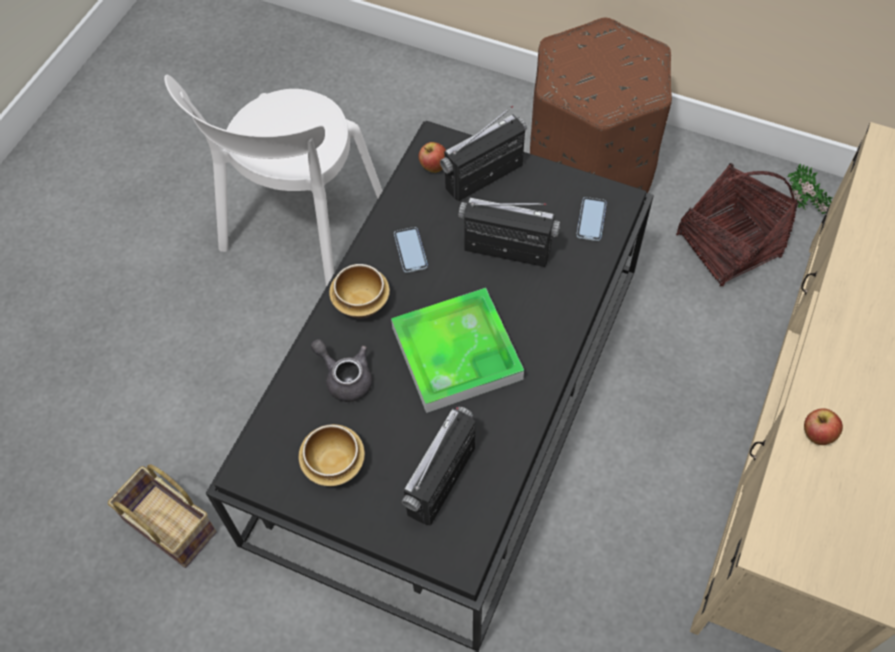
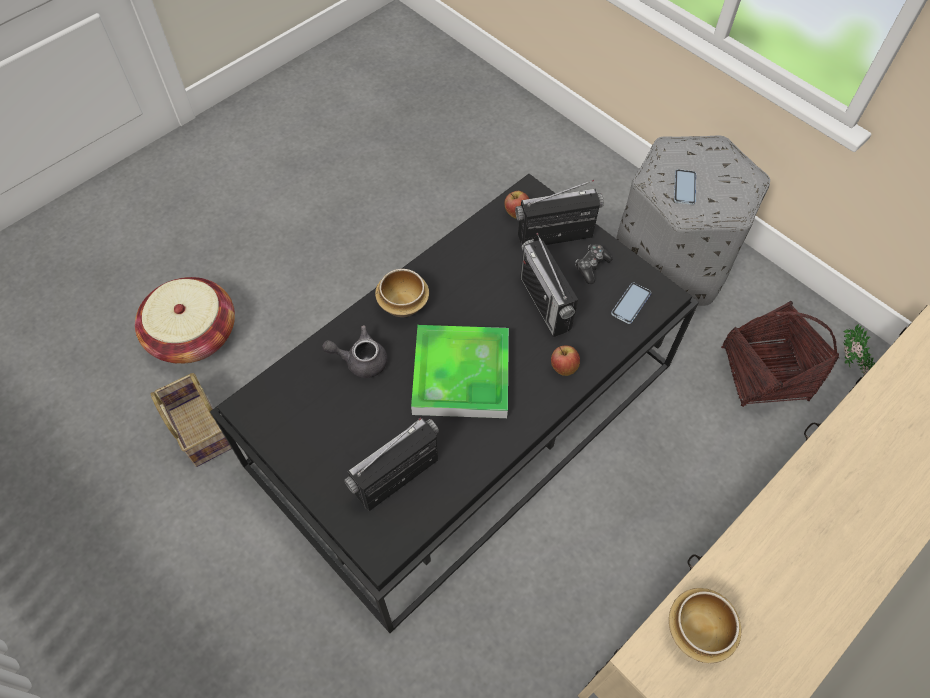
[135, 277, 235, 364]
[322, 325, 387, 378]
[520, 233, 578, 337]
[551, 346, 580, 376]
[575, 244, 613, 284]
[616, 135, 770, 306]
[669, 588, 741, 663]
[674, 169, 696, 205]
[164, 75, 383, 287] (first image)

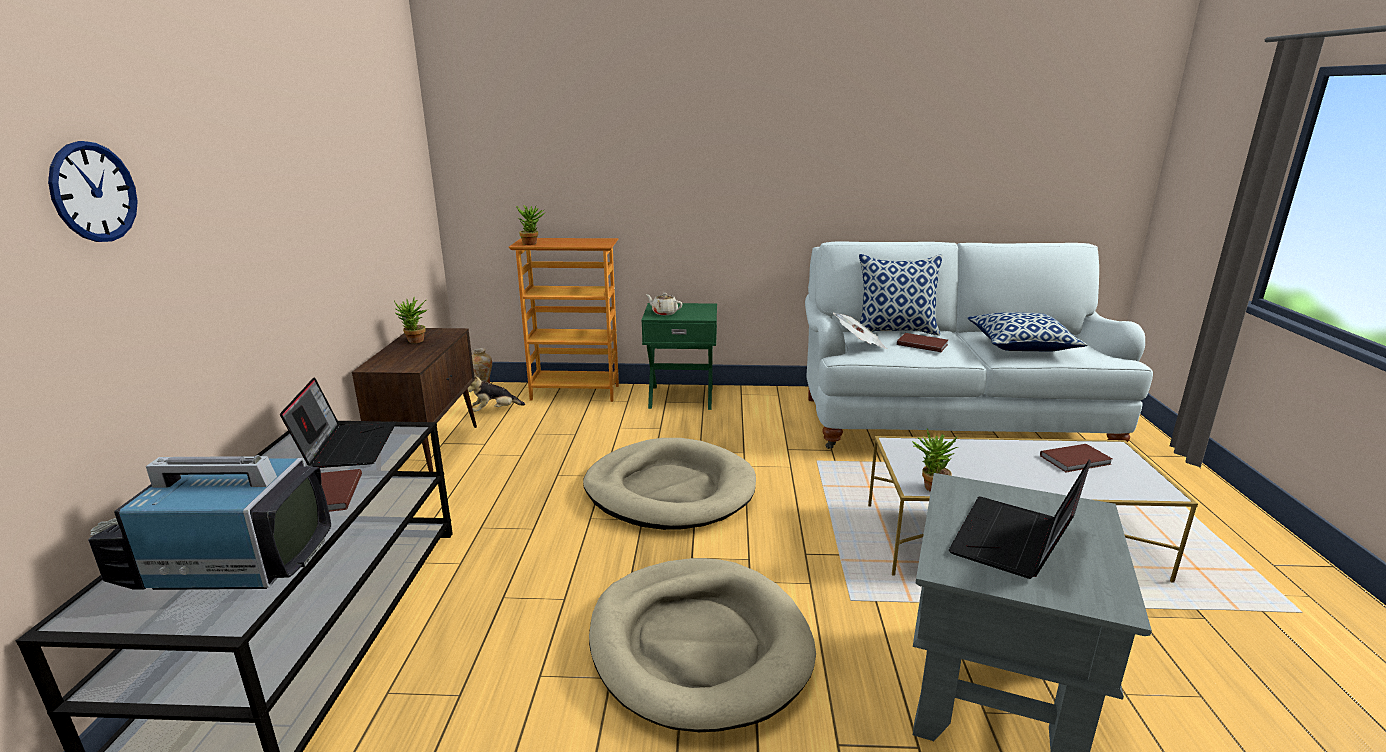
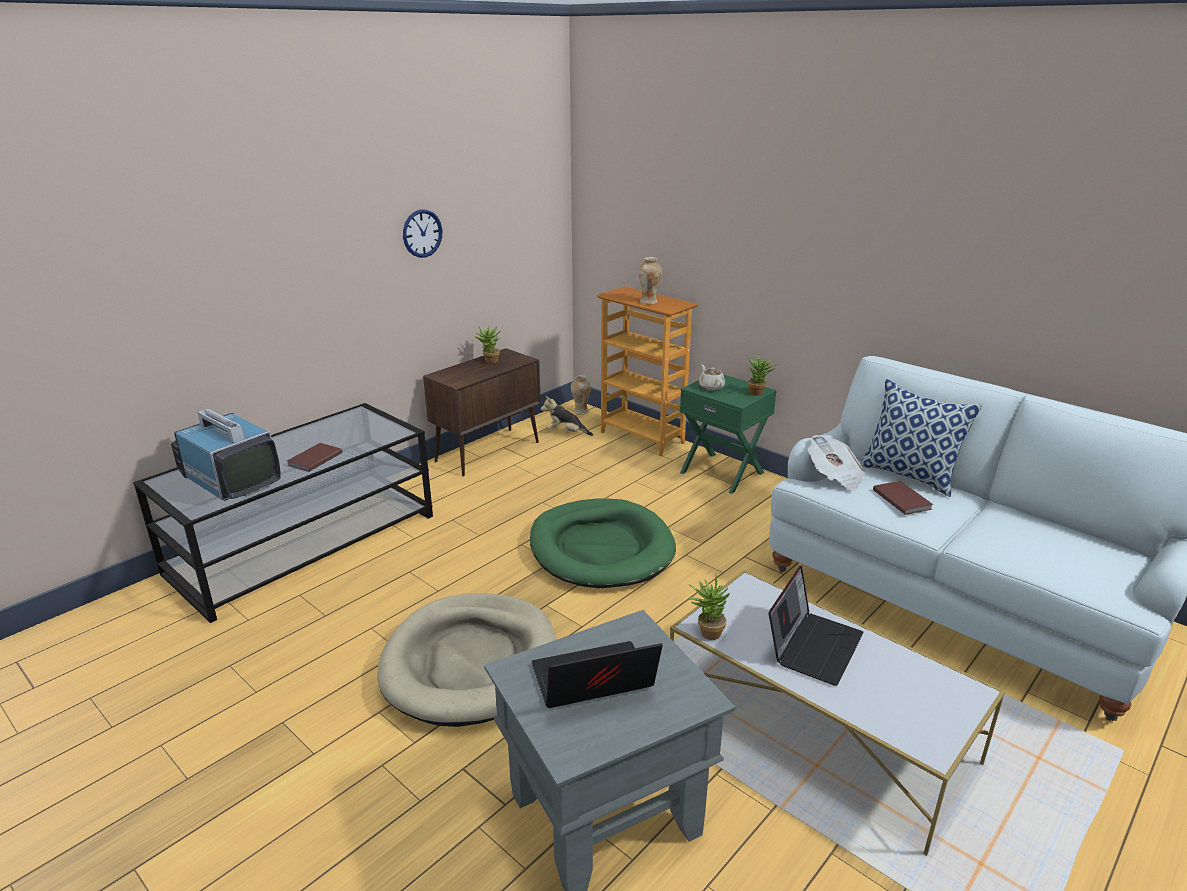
[403, 209, 442, 258]
[530, 498, 676, 588]
[639, 257, 662, 304]
[748, 355, 777, 396]
[769, 565, 864, 686]
[967, 312, 1087, 352] (first image)
[1040, 444, 1113, 472] (first image)

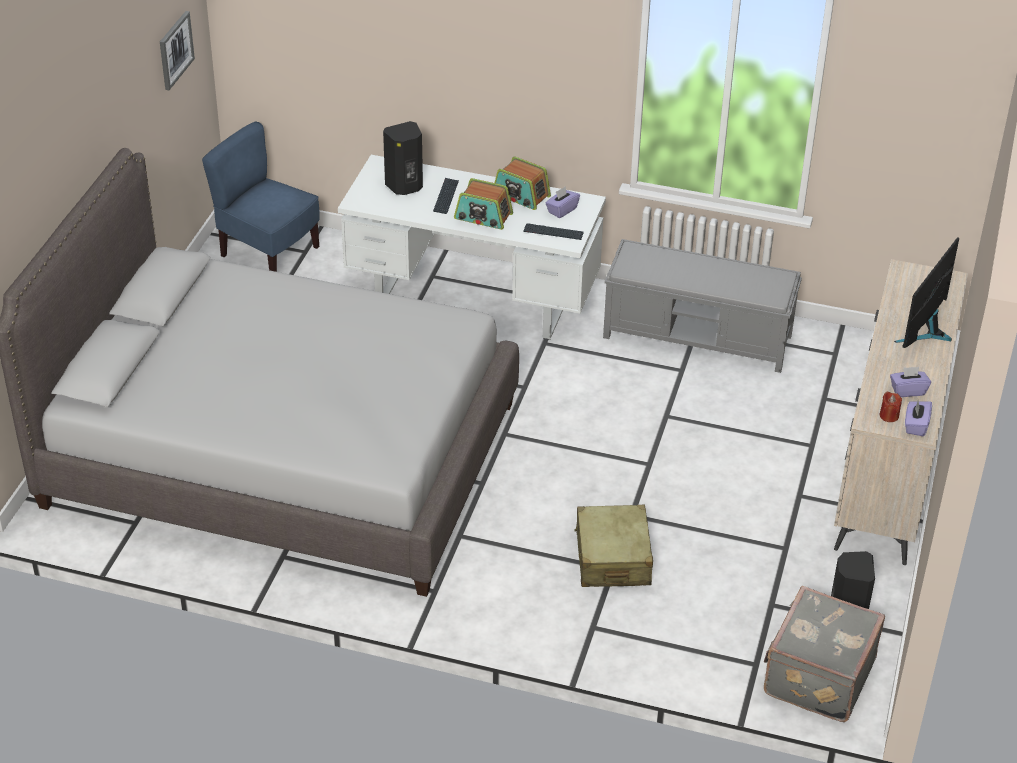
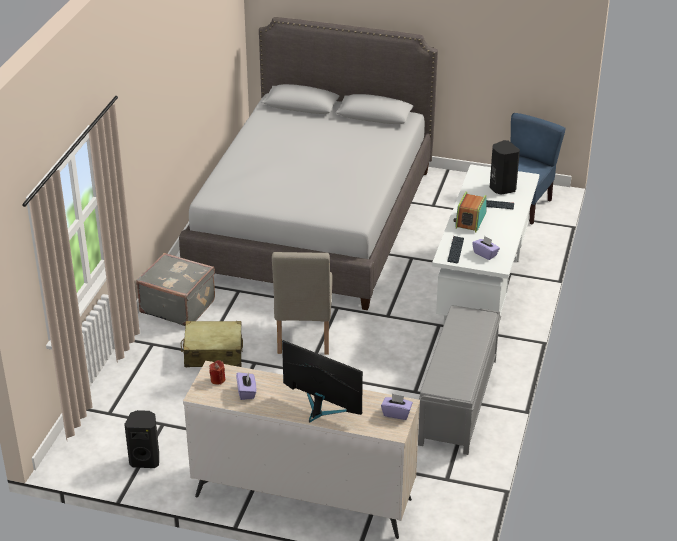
[136, 253, 215, 326]
[272, 252, 333, 355]
[381, 394, 413, 420]
[160, 11, 195, 90] (first image)
[495, 156, 551, 210] (first image)

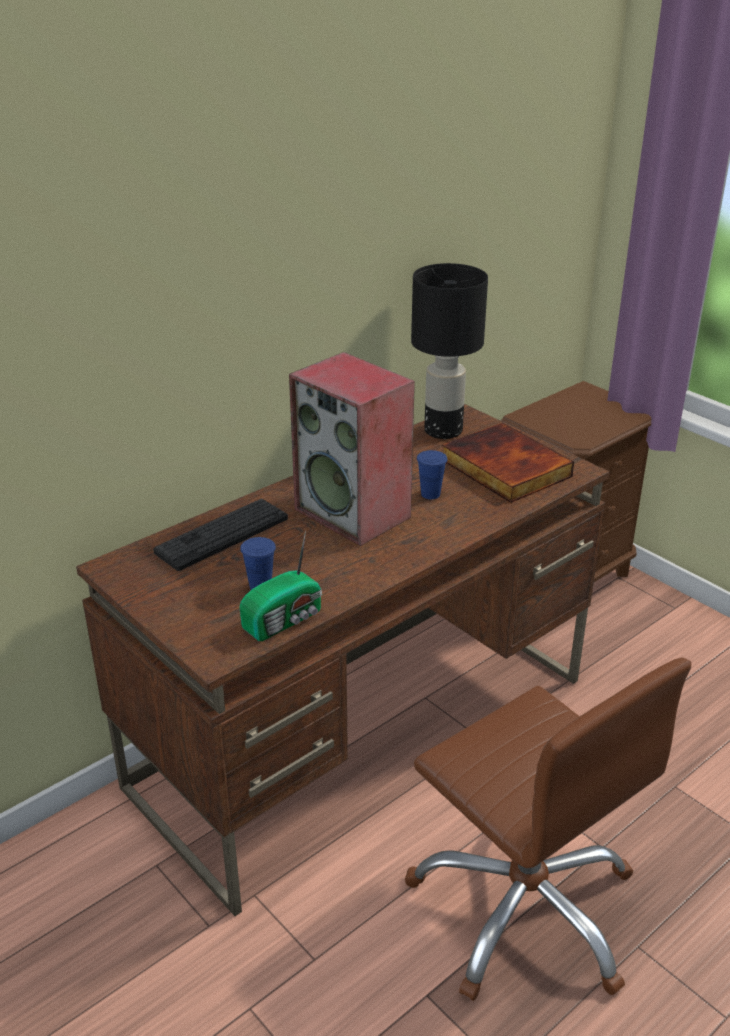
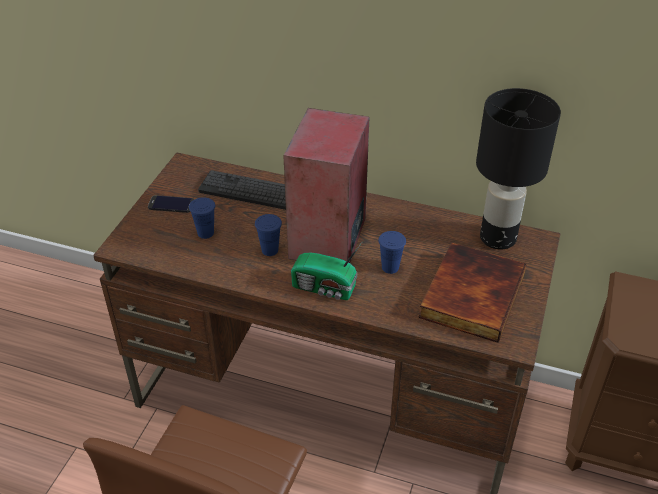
[148, 195, 194, 213]
[255, 214, 282, 256]
[291, 243, 362, 300]

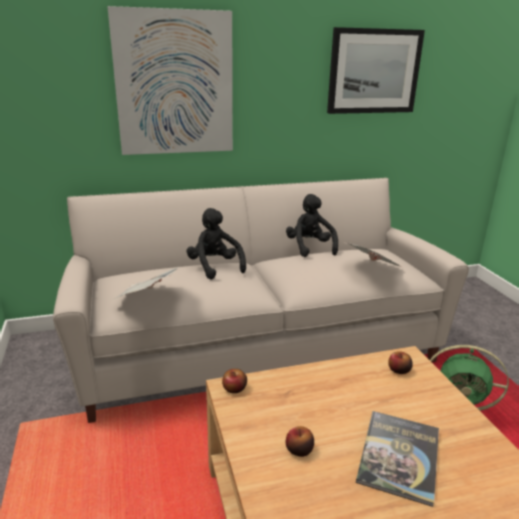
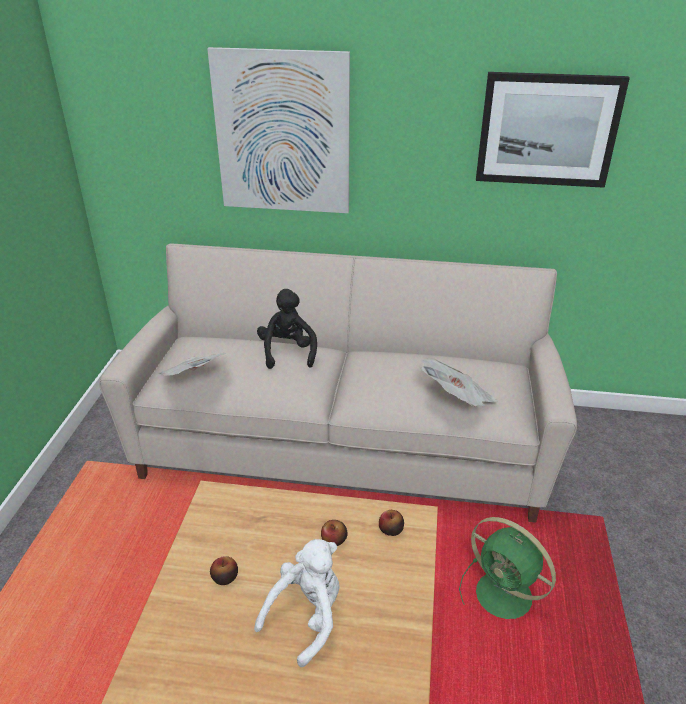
[254, 539, 340, 667]
[321, 520, 348, 546]
[286, 194, 338, 257] (first image)

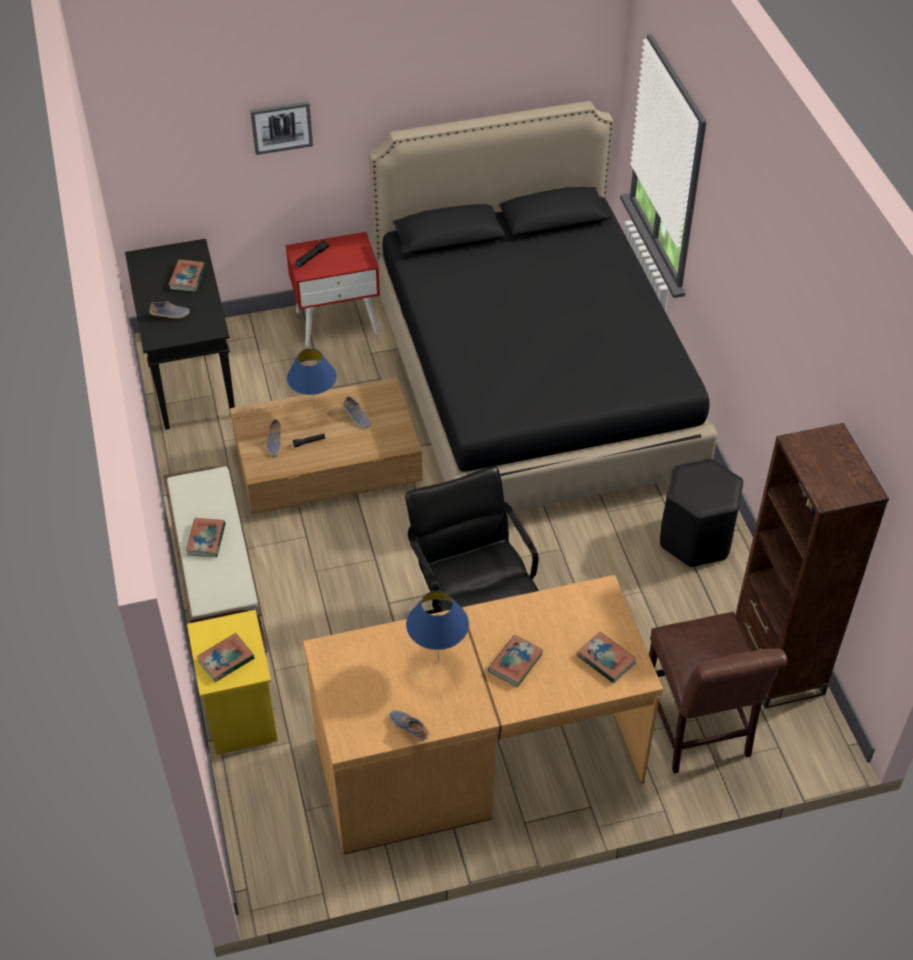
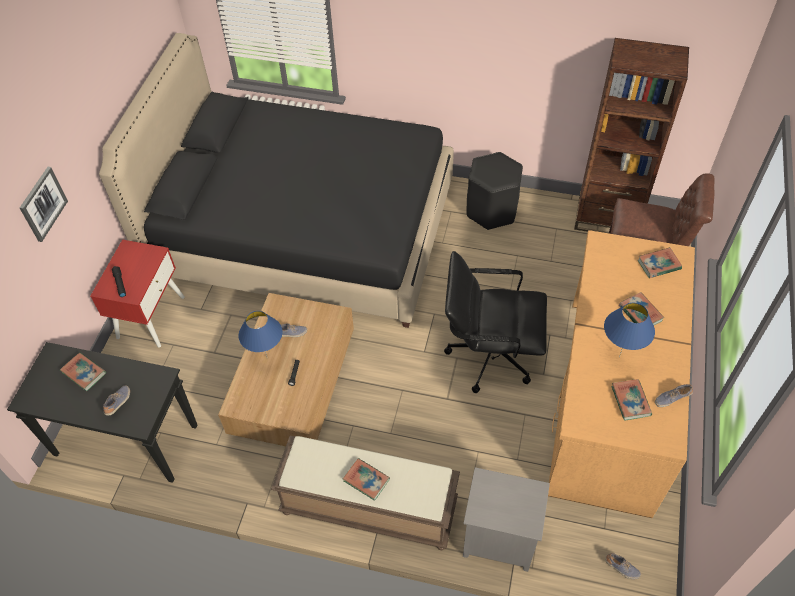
[463, 467, 550, 572]
[605, 553, 641, 579]
[611, 379, 652, 421]

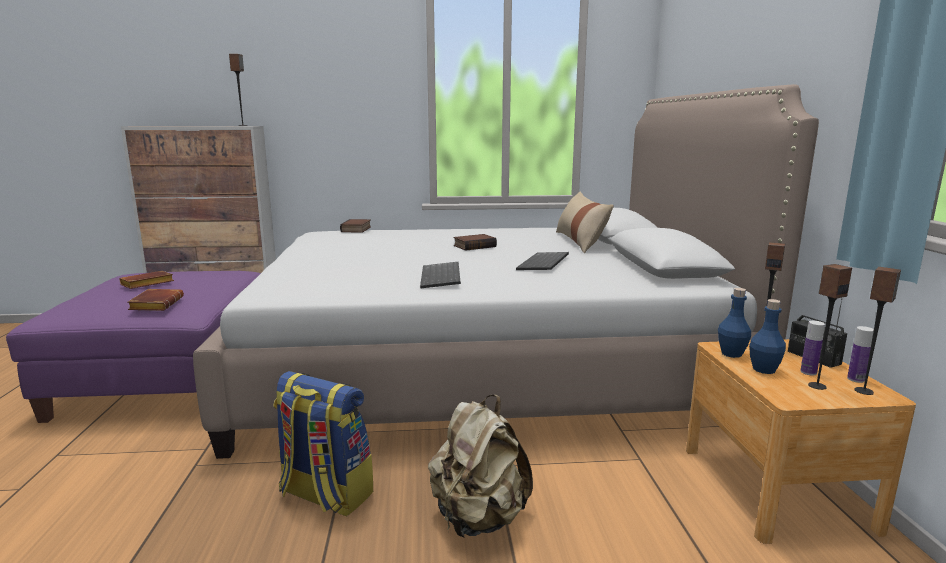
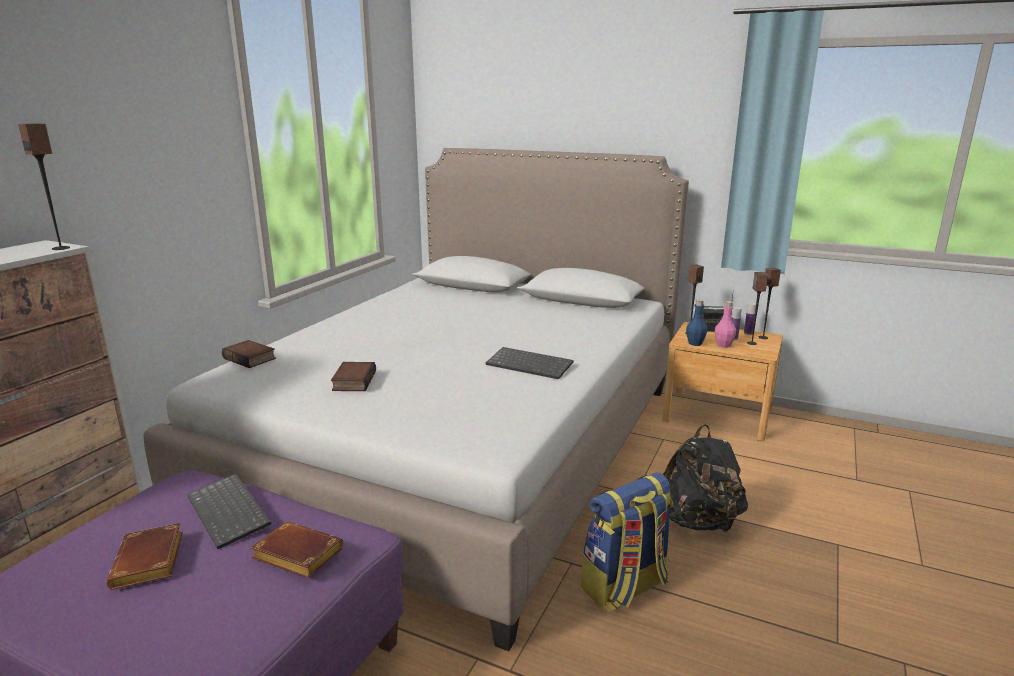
[187, 474, 271, 549]
[331, 362, 376, 391]
[663, 425, 748, 532]
[715, 301, 736, 348]
[556, 192, 614, 253] (first image)

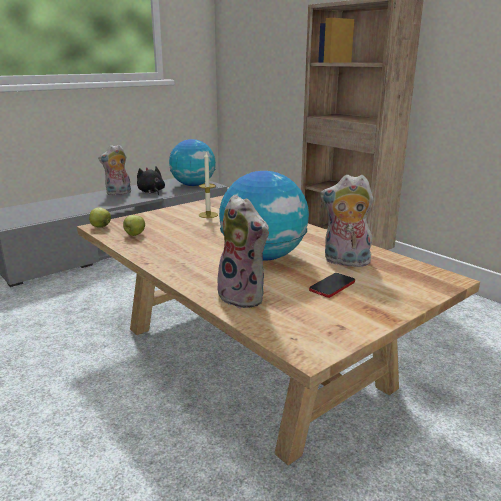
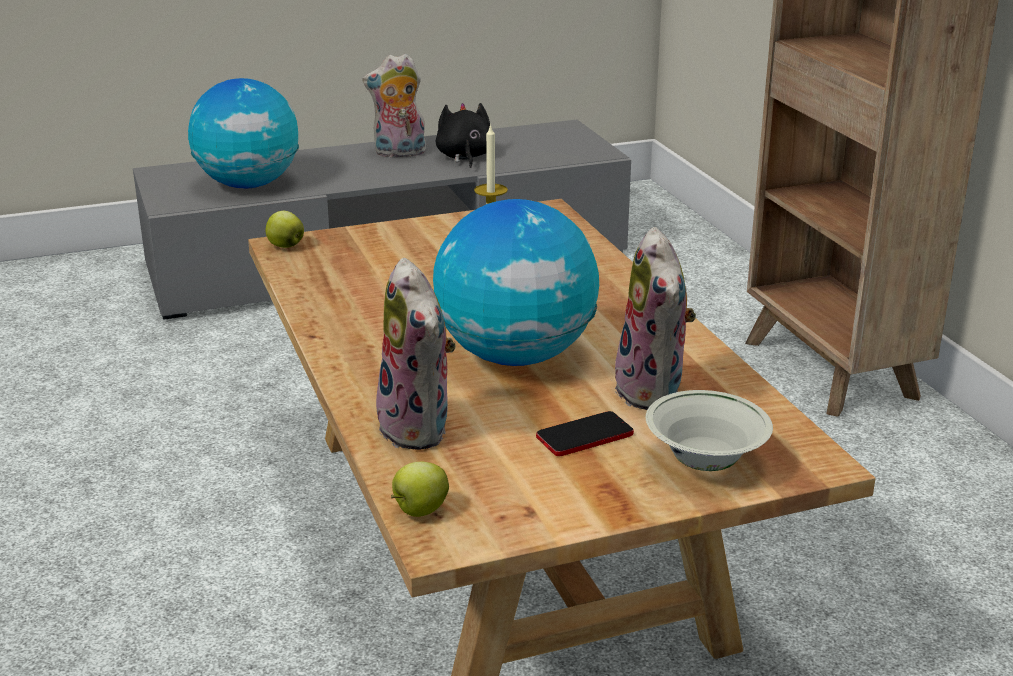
[188, 78, 299, 189]
[391, 462, 449, 517]
[615, 227, 696, 410]
[646, 390, 773, 471]

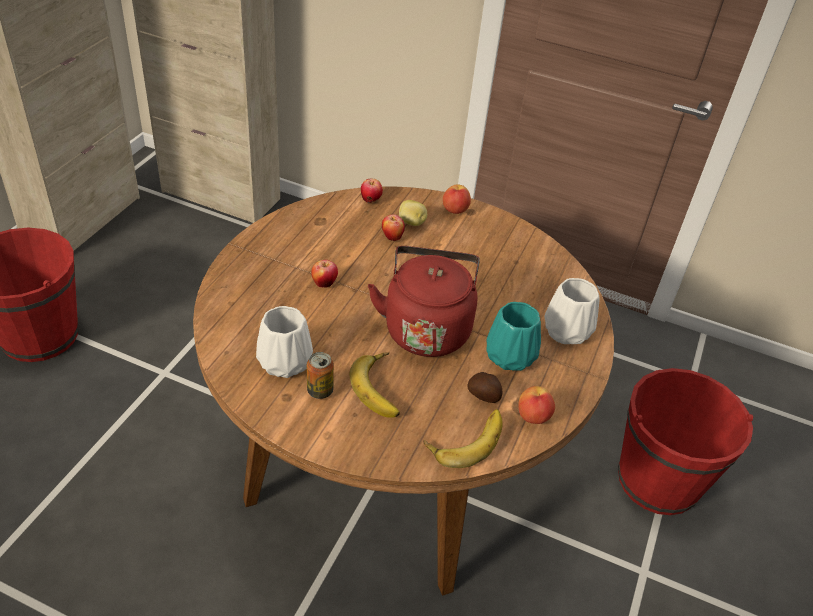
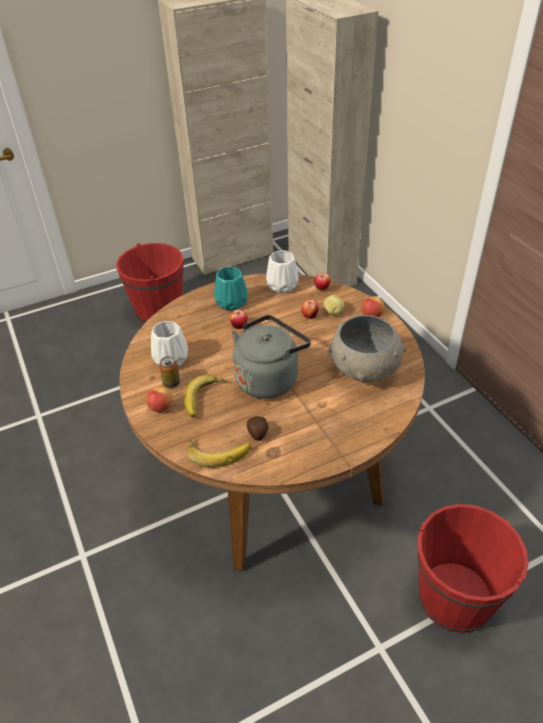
[146, 386, 173, 412]
[214, 267, 247, 311]
[232, 315, 311, 399]
[266, 251, 299, 293]
[328, 315, 406, 382]

